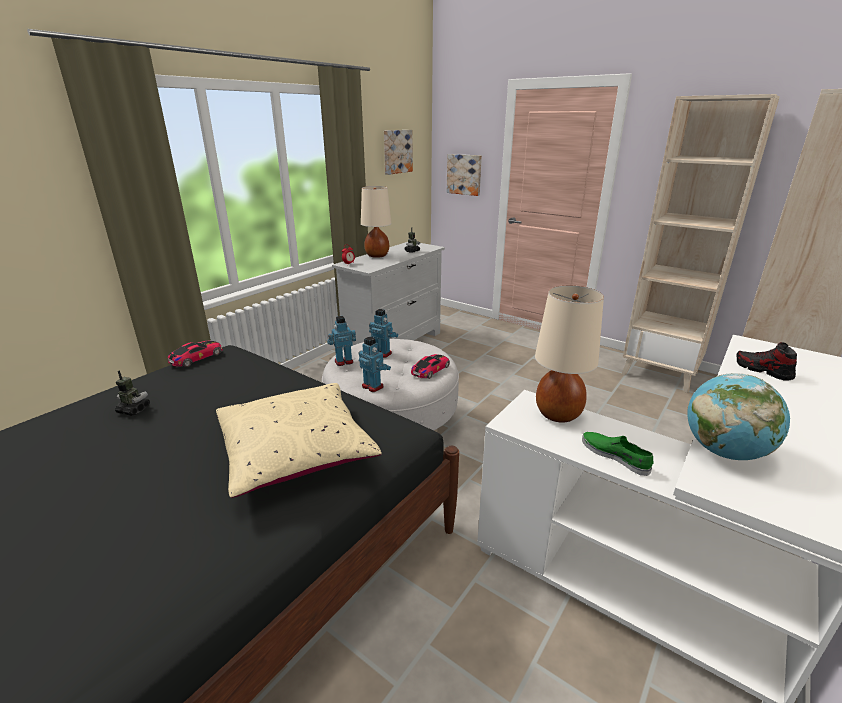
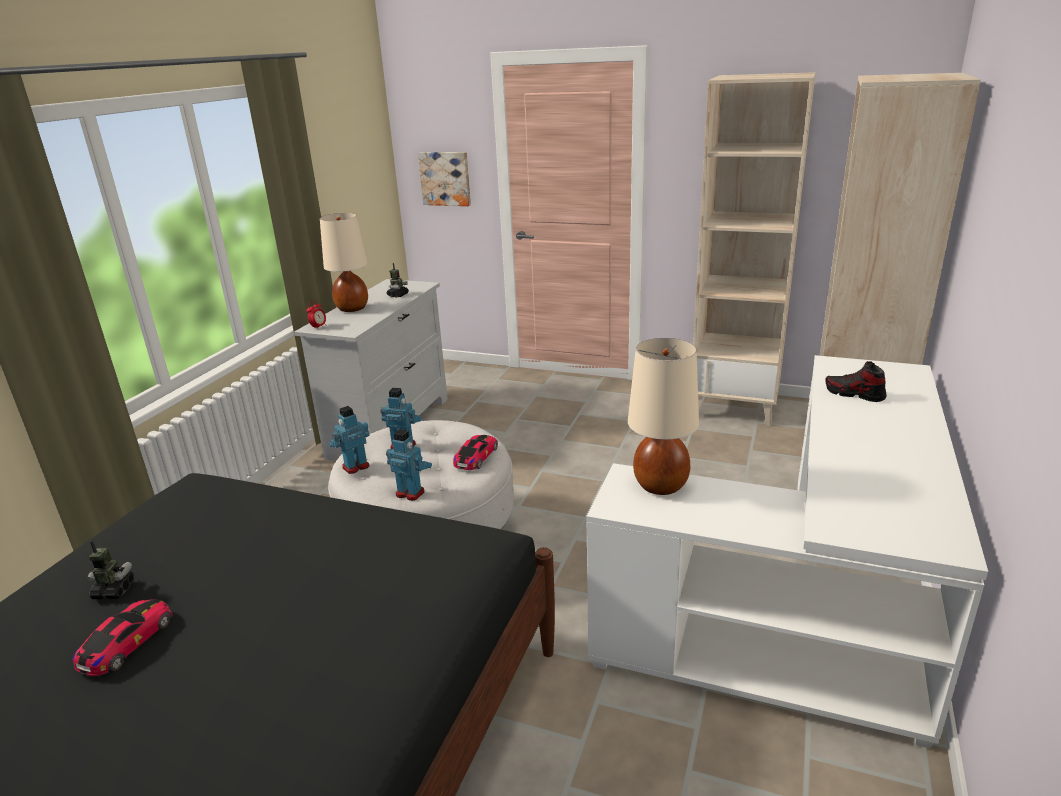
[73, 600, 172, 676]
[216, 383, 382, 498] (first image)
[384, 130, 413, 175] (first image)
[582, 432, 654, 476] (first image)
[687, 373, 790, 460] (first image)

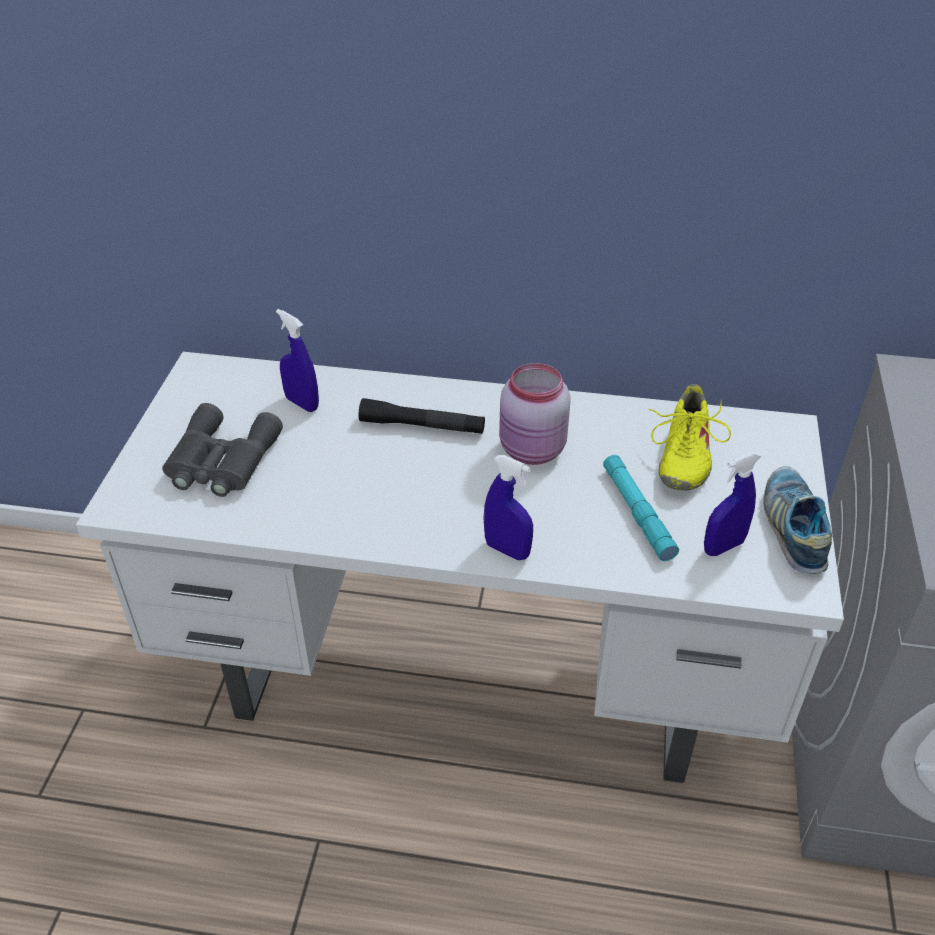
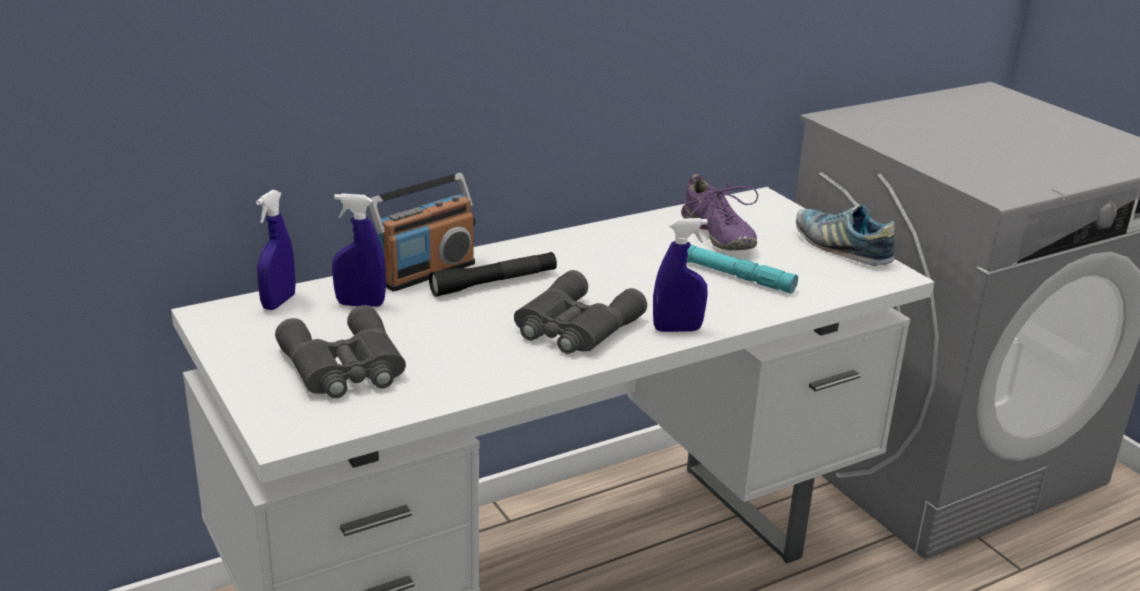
[256, 190, 296, 310]
[369, 173, 475, 291]
[514, 270, 647, 354]
[674, 174, 758, 251]
[499, 363, 571, 465] (first image)

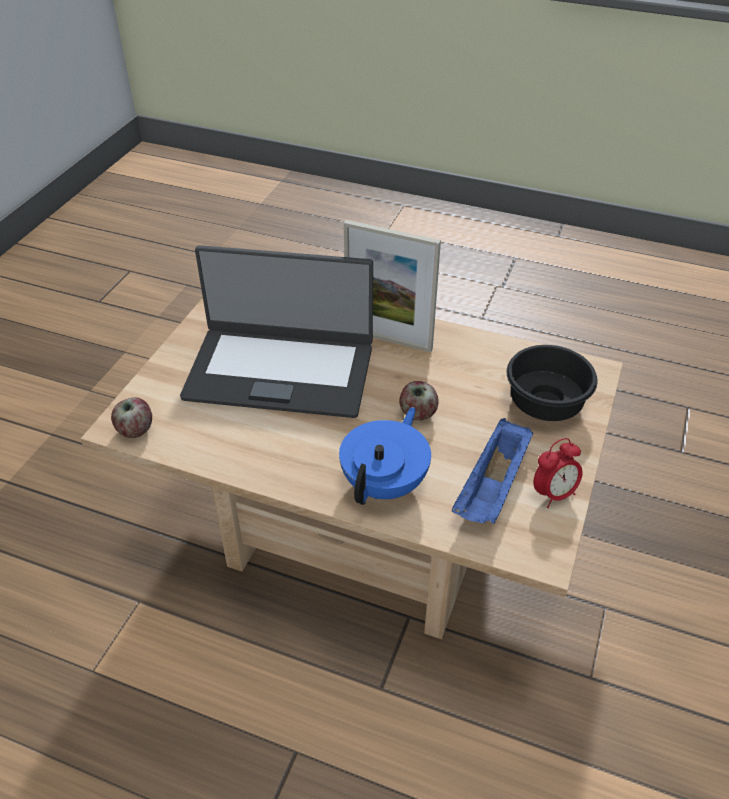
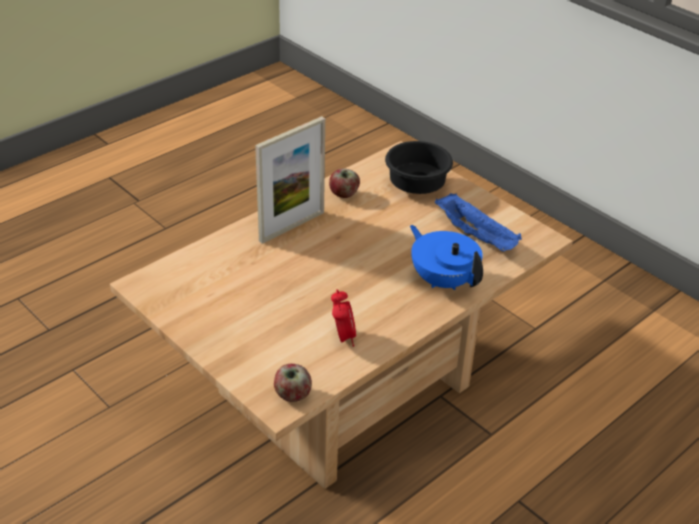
[329, 168, 360, 198]
[331, 289, 356, 347]
[180, 245, 373, 418] (first image)

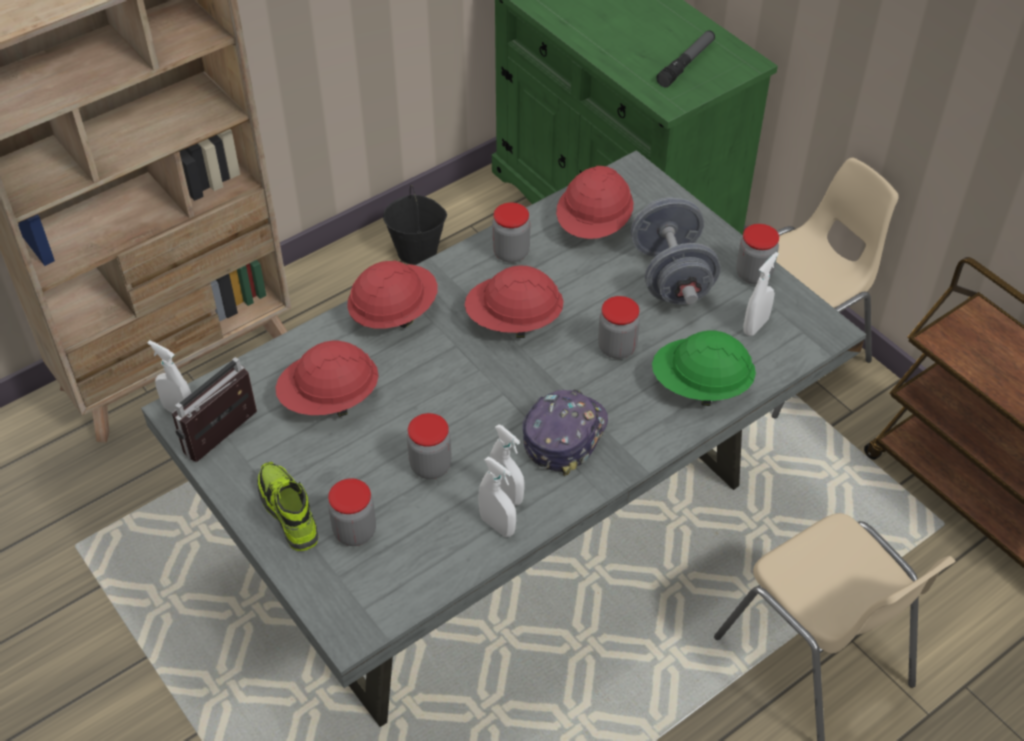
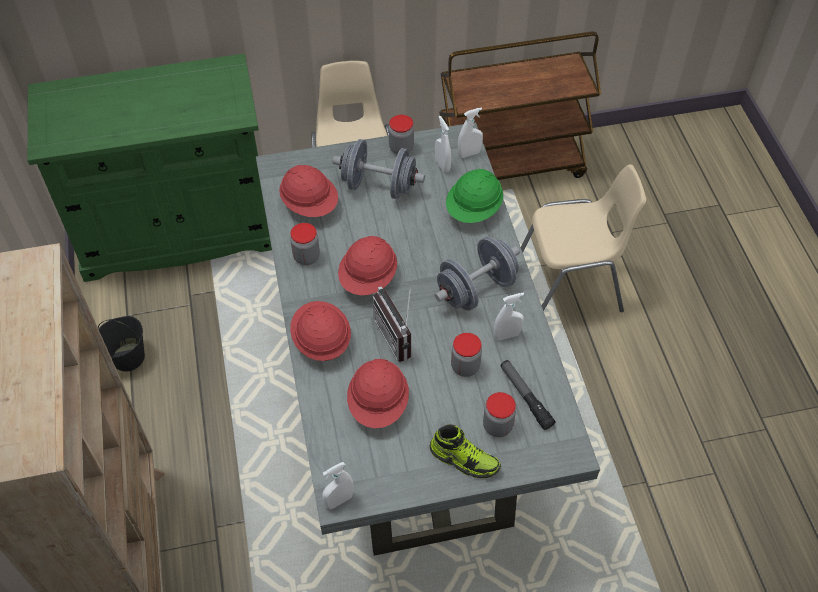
[373, 285, 411, 362]
[429, 424, 501, 478]
[435, 237, 520, 311]
[458, 107, 483, 158]
[501, 360, 555, 430]
[598, 296, 640, 359] (first image)

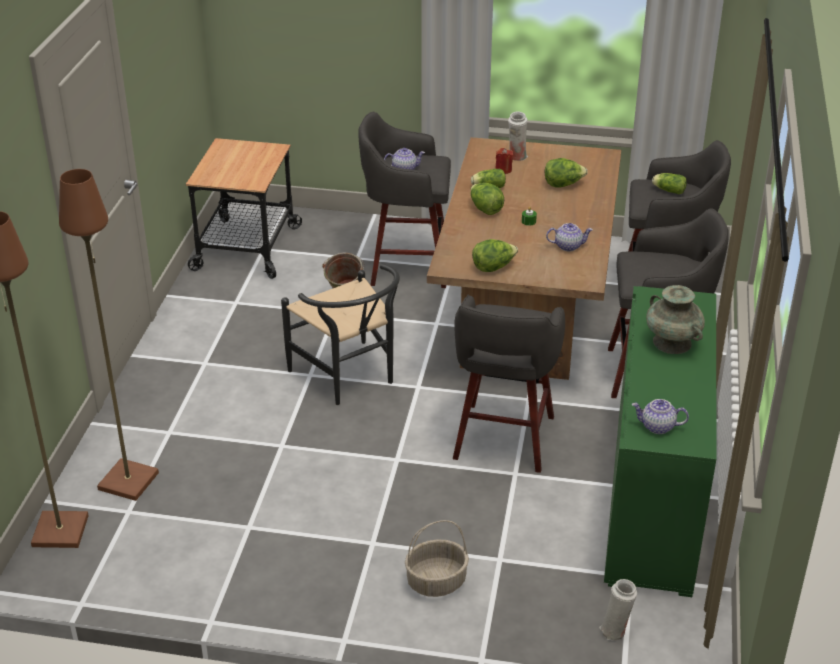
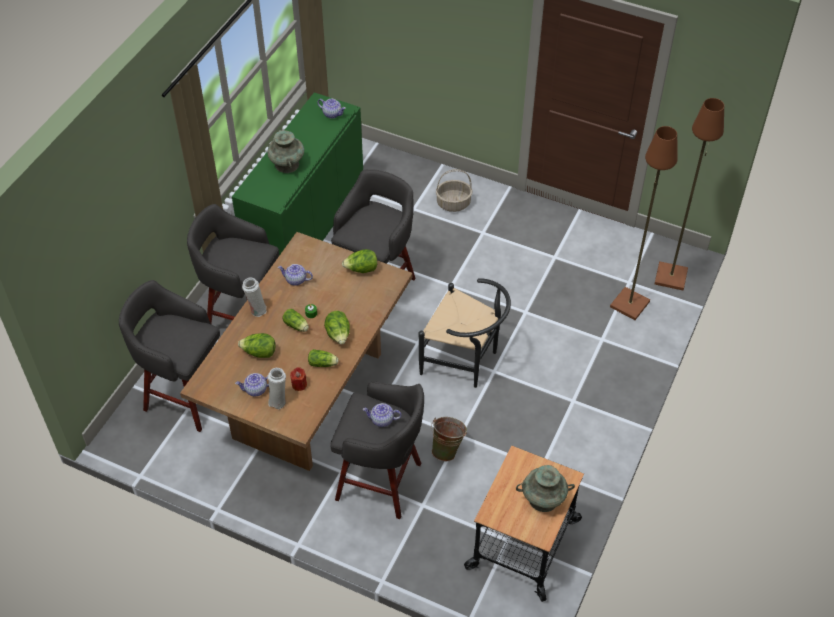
[235, 373, 269, 396]
[242, 278, 267, 317]
[282, 309, 309, 332]
[419, 278, 511, 388]
[516, 465, 575, 512]

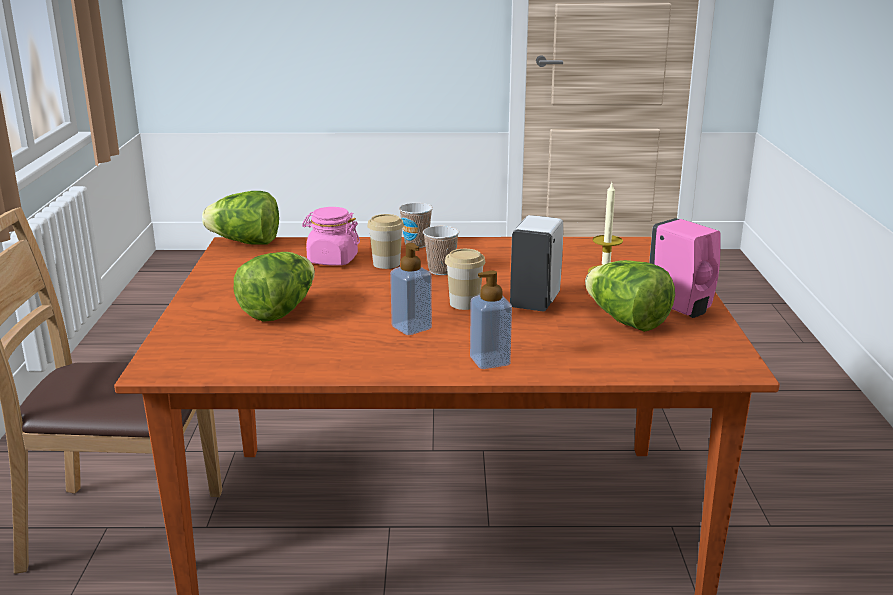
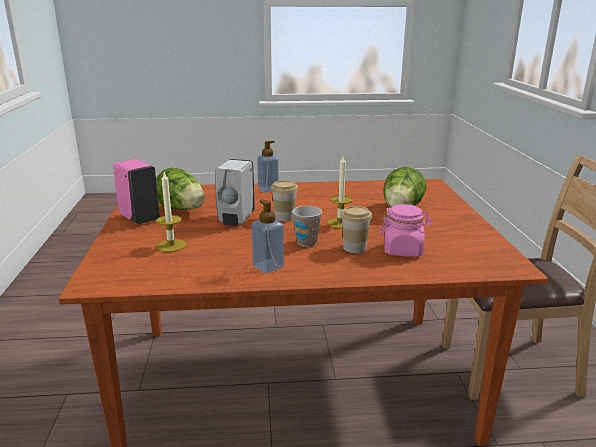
[251, 199, 284, 273]
[327, 156, 353, 229]
[202, 191, 279, 245] (first image)
[399, 203, 433, 248] (first image)

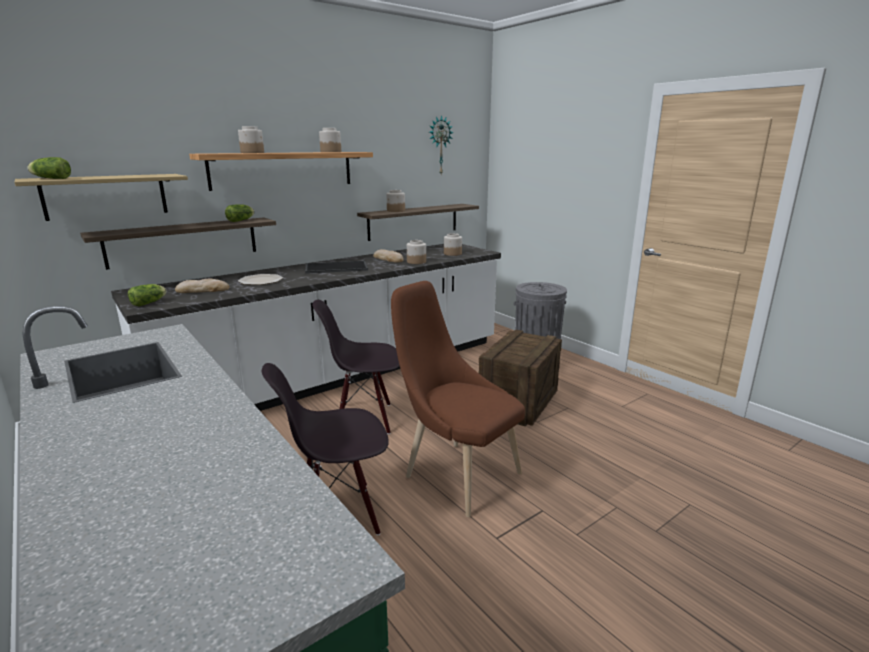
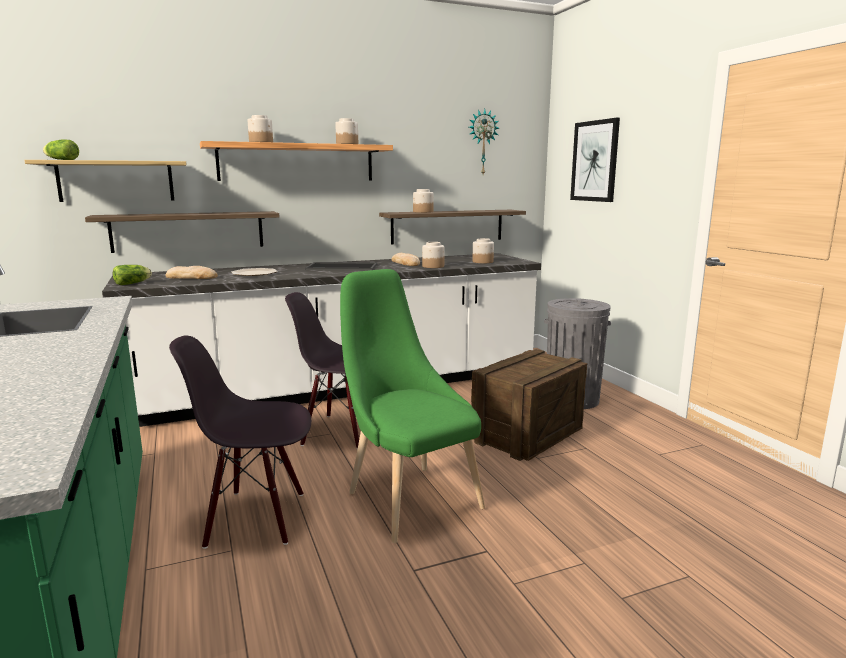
[340, 269, 485, 543]
[570, 118, 620, 202]
[225, 204, 254, 222] (first image)

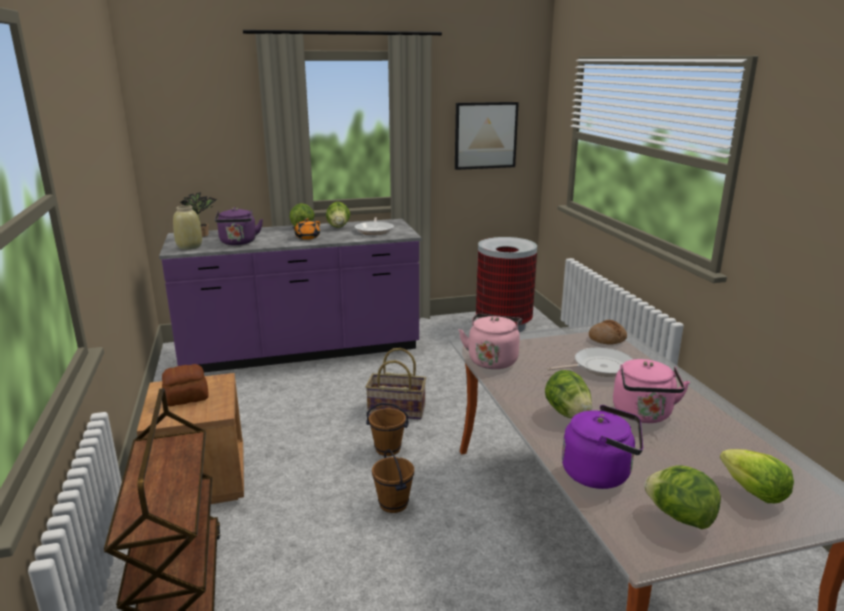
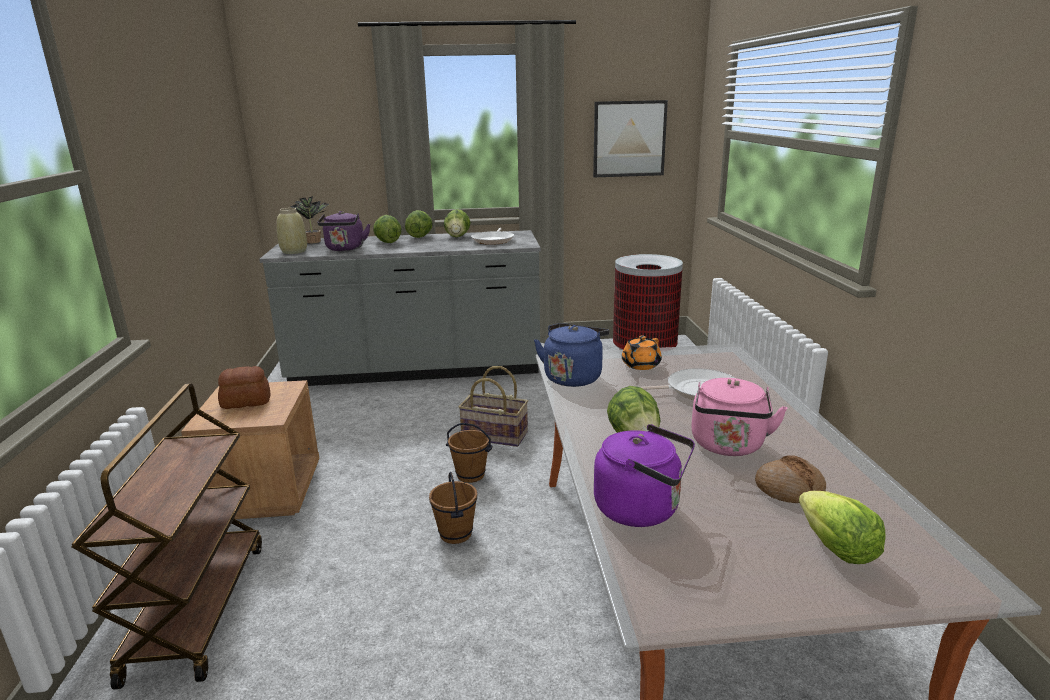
[259, 230, 541, 386]
[373, 215, 402, 243]
[534, 323, 609, 387]
[622, 336, 662, 370]
[755, 455, 826, 503]

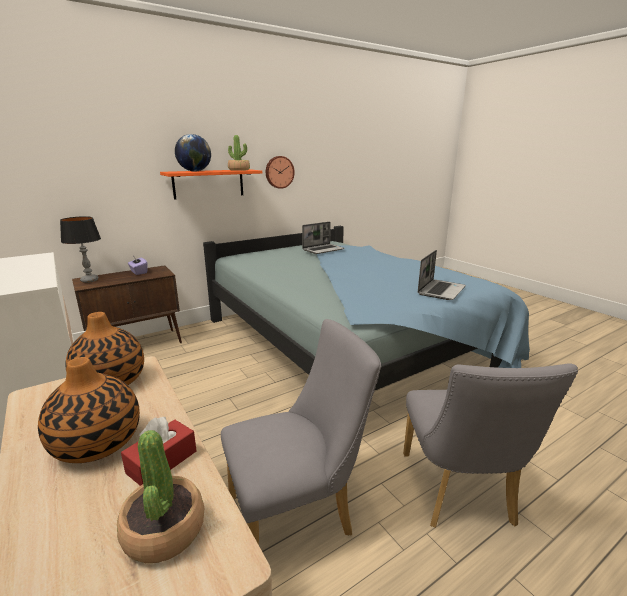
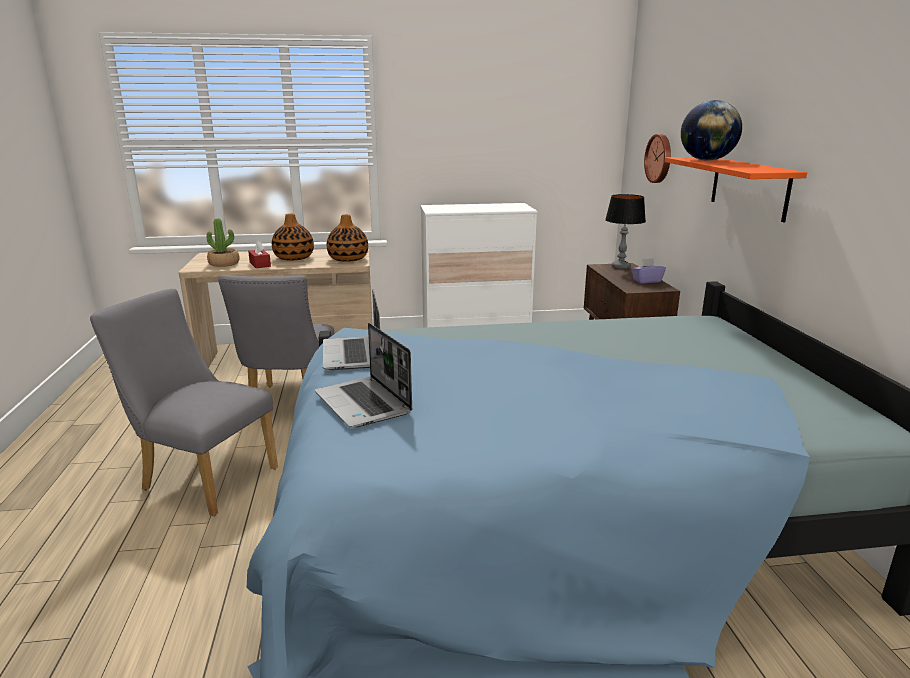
[323, 289, 380, 370]
[644, 134, 671, 183]
[228, 135, 250, 171] (first image)

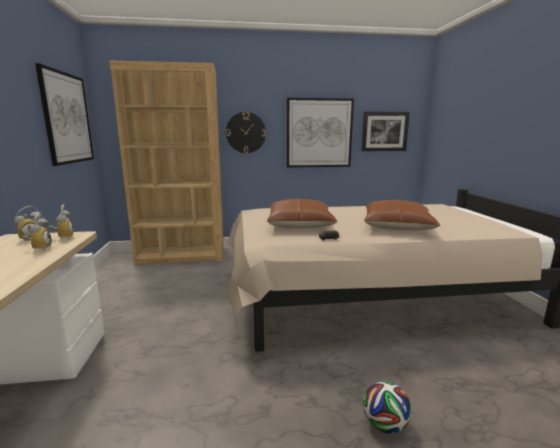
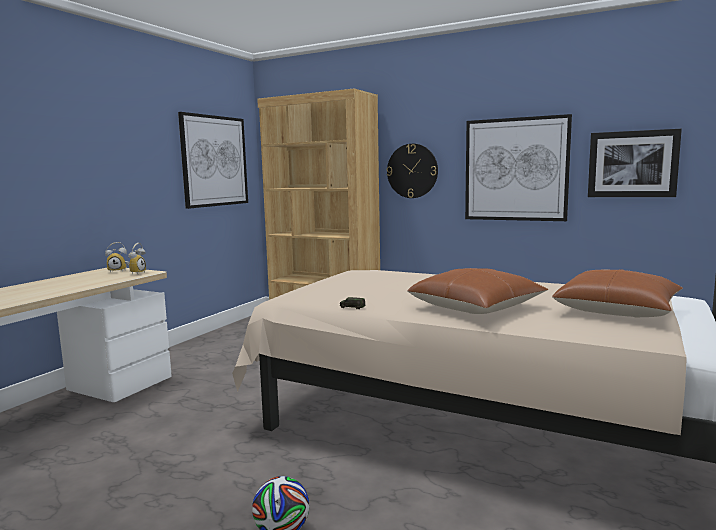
[552, 269, 683, 318]
[22, 212, 52, 251] (first image)

